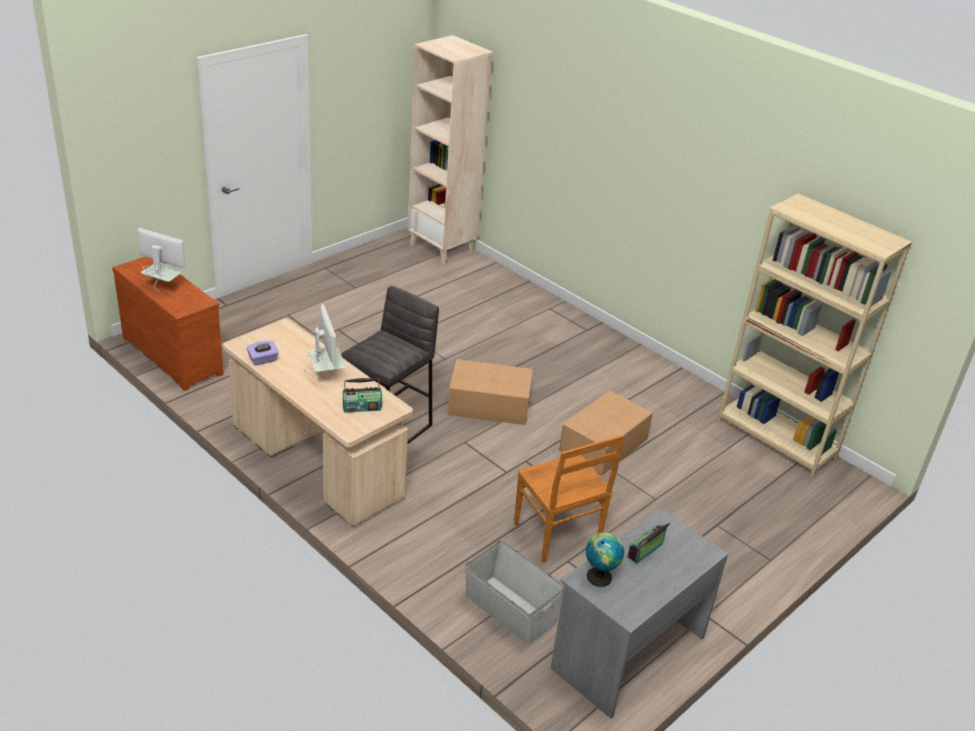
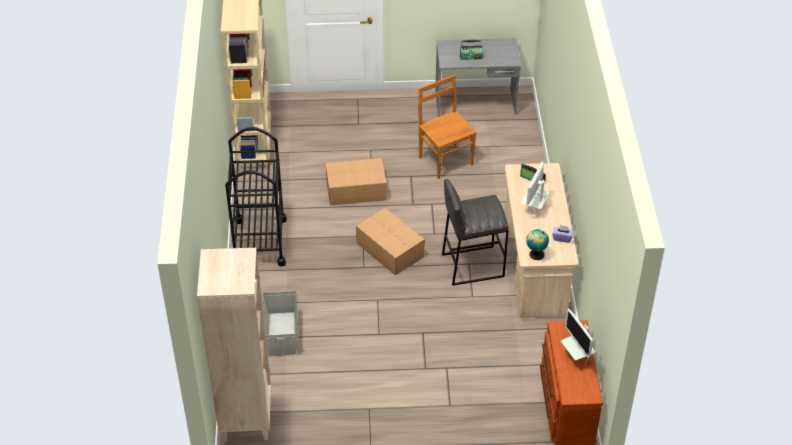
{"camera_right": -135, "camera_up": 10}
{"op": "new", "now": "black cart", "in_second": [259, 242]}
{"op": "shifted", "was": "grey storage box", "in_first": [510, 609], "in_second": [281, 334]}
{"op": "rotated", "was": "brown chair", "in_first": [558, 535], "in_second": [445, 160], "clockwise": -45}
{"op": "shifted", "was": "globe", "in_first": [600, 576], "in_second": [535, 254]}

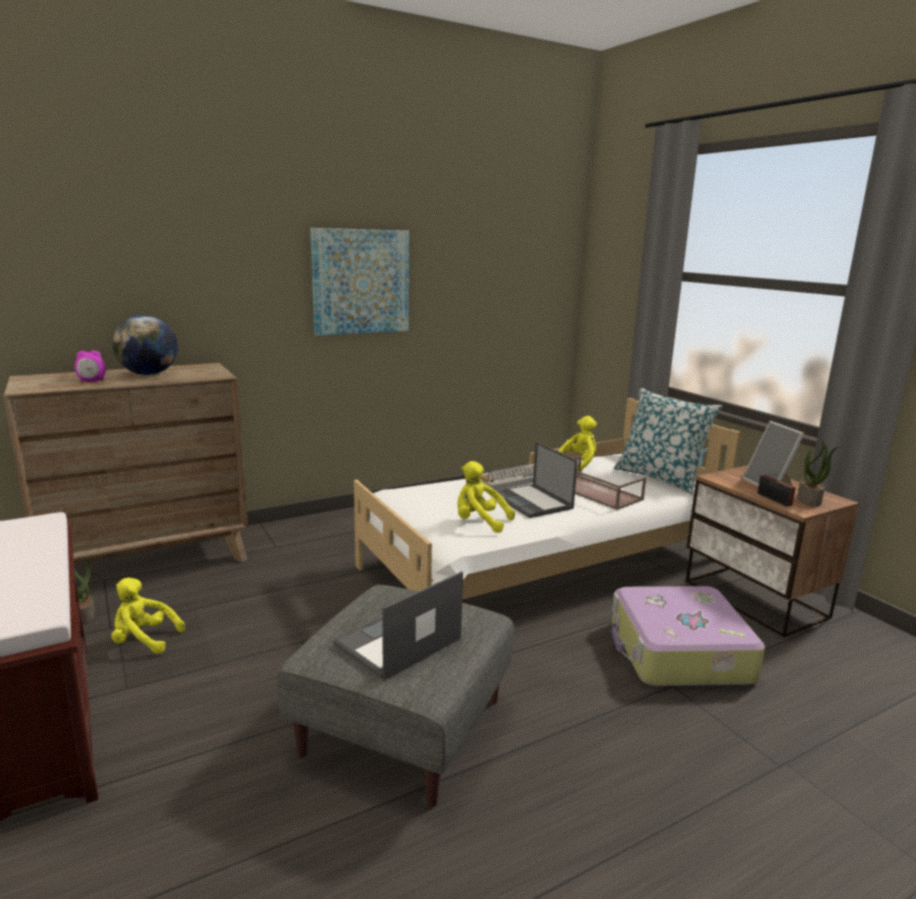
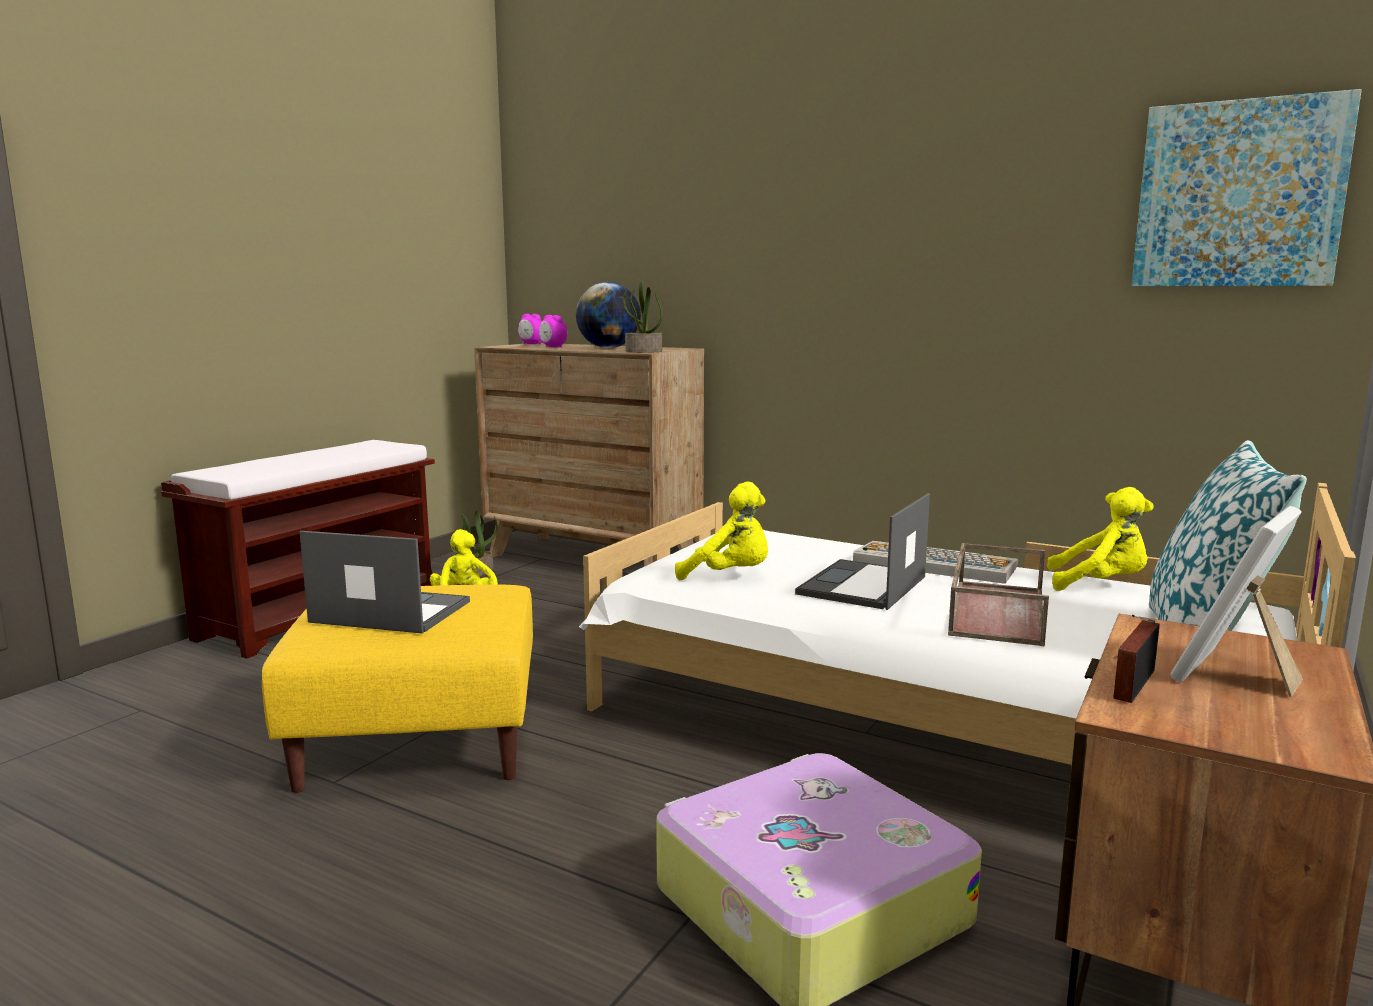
{"camera_right": 60, "camera_up": -5}
{"op": "repainted", "was": "grey ottoman", "now": "yellow ottoman", "in_first": [404, 727], "in_second": [418, 740]}
{"op": "new", "now": "alarm clock", "in_second": [531, 344]}
{"op": "shifted", "was": "potted plant", "in_first": [810, 500], "in_second": [643, 351]}
{"op": "rotated", "was": "yellow plush toy", "in_first": [479, 522], "in_second": [730, 576], "clockwise": 120}
{"op": "shifted", "was": "picture", "in_first": [360, 281], "in_second": [1238, 195]}

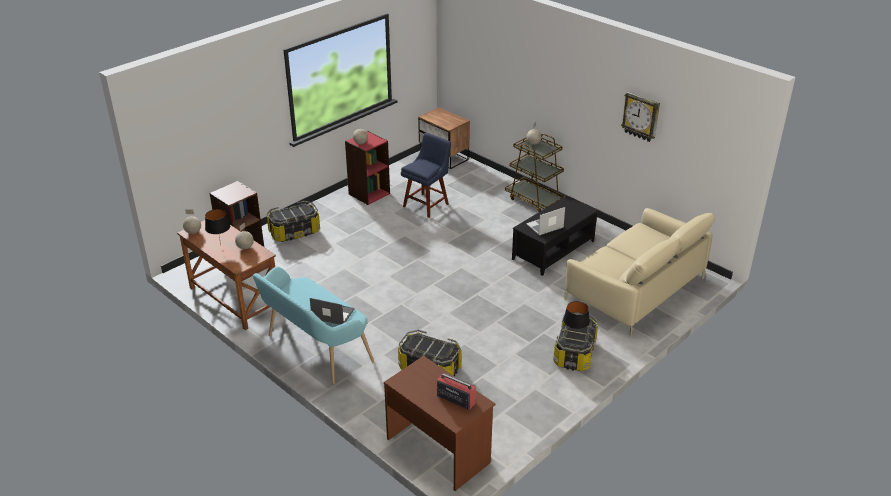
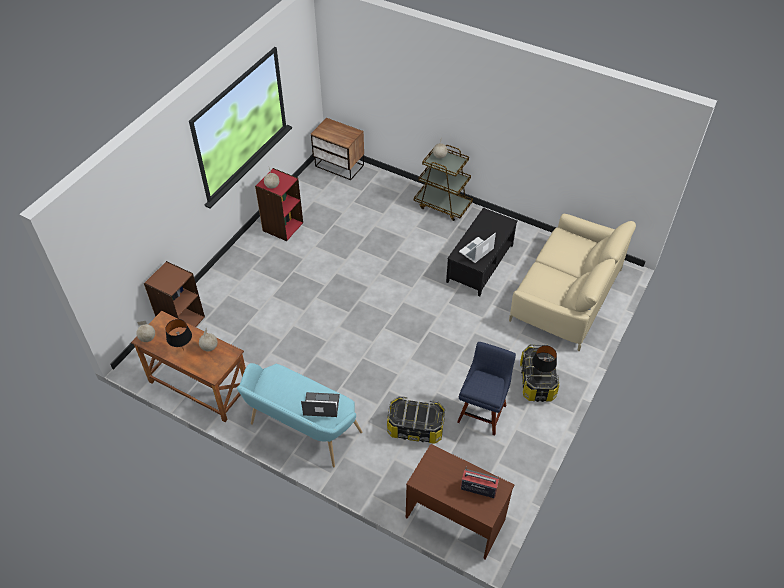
{"camera_right": -15, "camera_up": 15}
{"op": "shifted", "was": "blue chair", "in_first": [427, 204], "in_second": [482, 411]}
{"op": "gone", "was": "storage box", "in_first": [294, 232]}
{"op": "gone", "was": "wall clock", "in_first": [641, 116]}

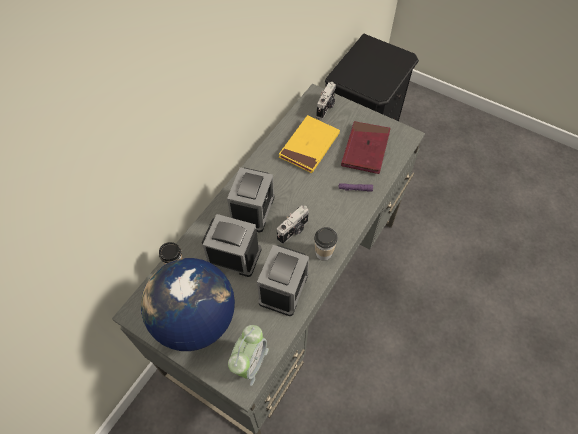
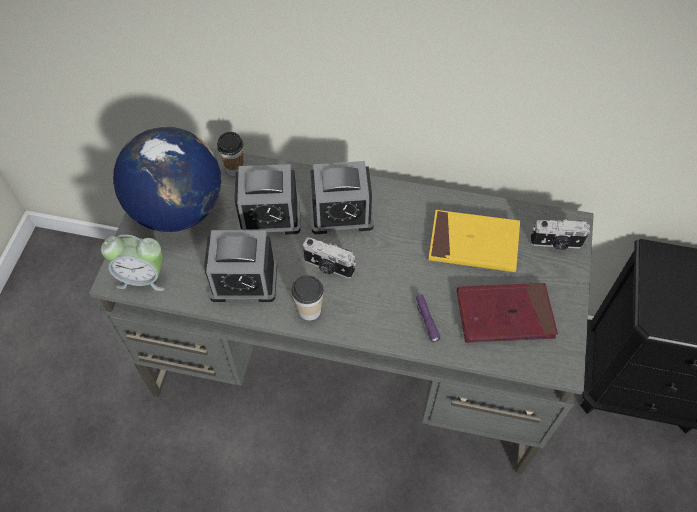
{"camera_right": 70, "camera_up": 0}
{"op": "rotated", "was": "alarm clock", "in_first": [233, 256], "in_second": [269, 216], "clockwise": 90}

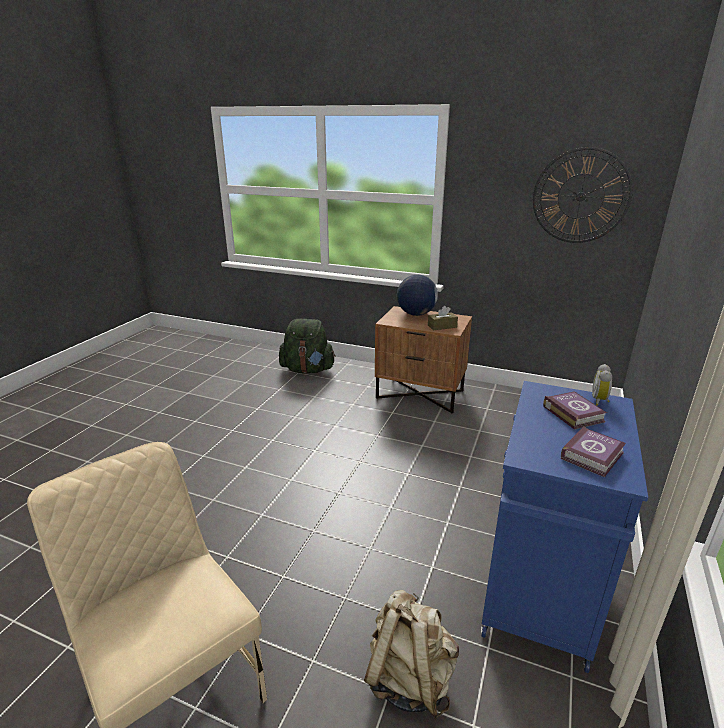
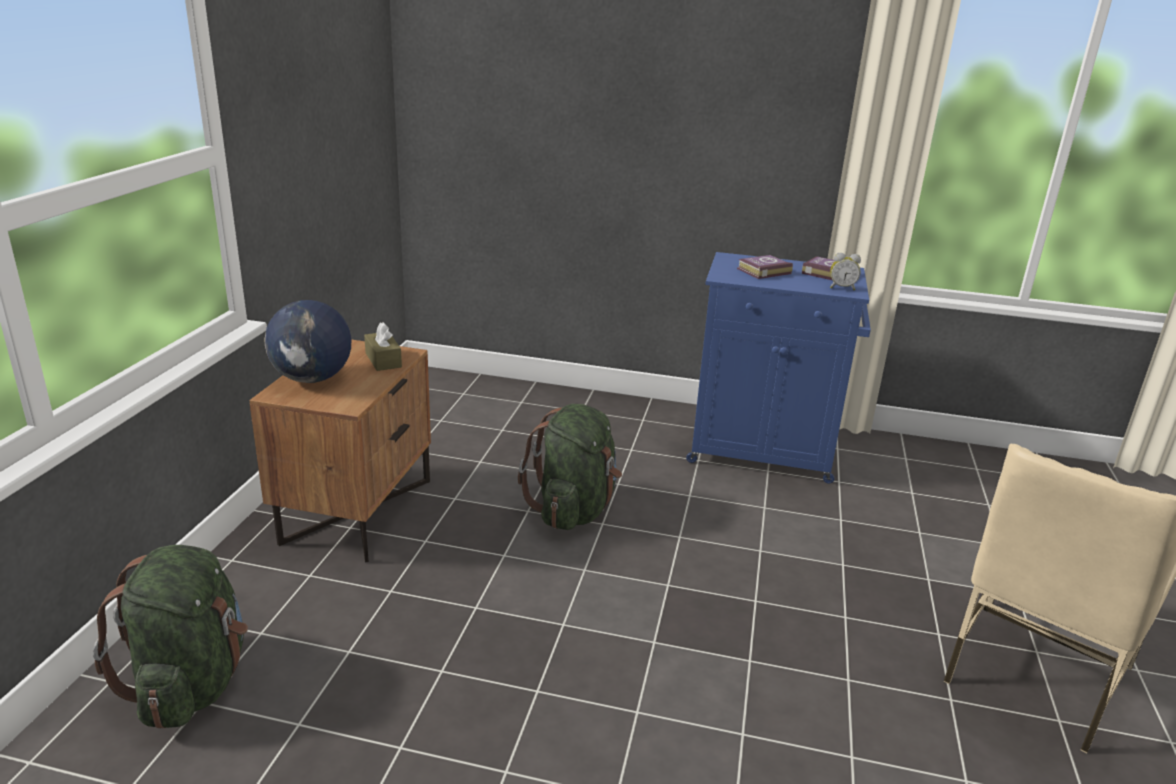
{"camera_right": -100, "camera_up": 0}
{"op": "new", "now": "green backpack", "in_second": [574, 510]}
{"op": "shifted", "was": "alarm clock", "in_first": [600, 401], "in_second": [842, 288]}
{"op": "gone", "was": "beige backpack", "in_first": [409, 678]}
{"op": "gone", "was": "wall clock", "in_first": [580, 196]}

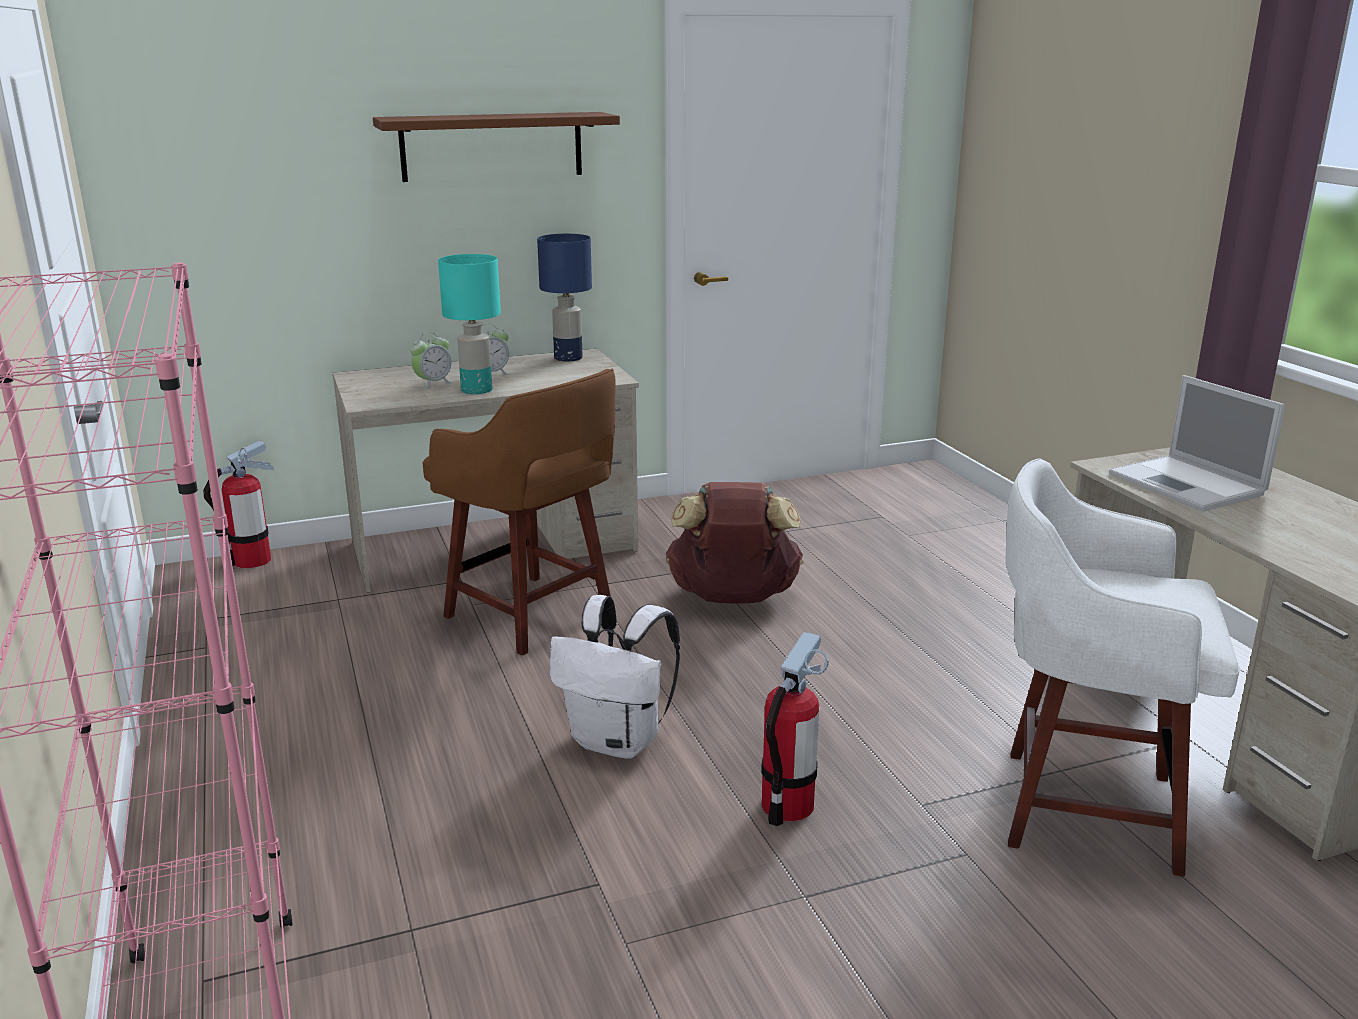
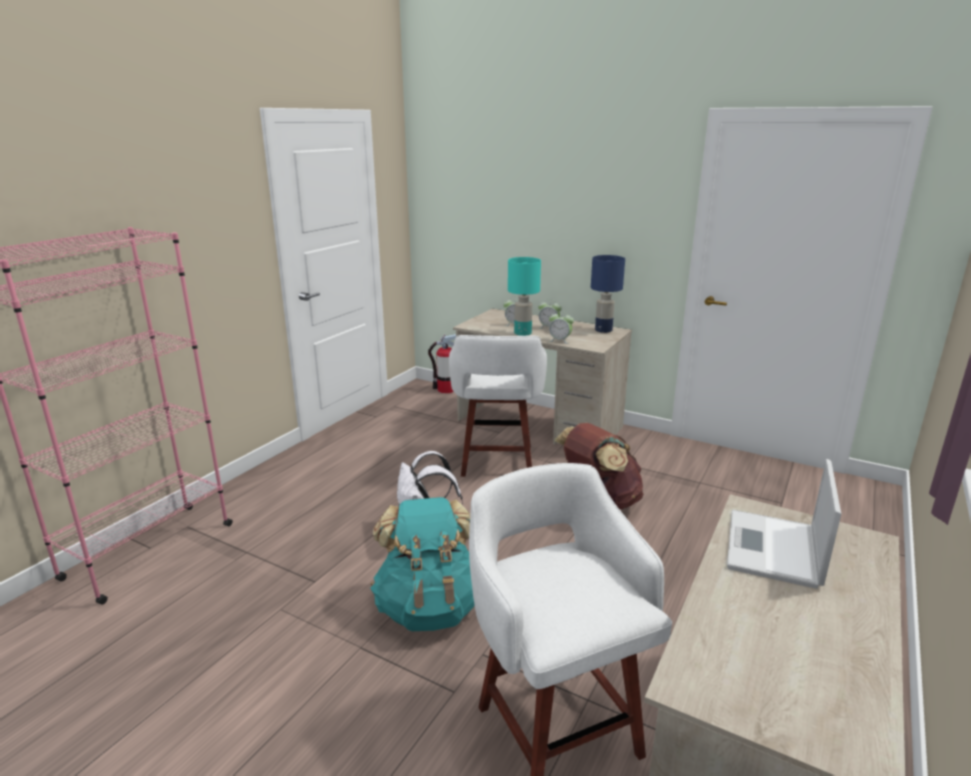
{"camera_right": 50, "camera_up": 0}
{"op": "swapped", "was": "fire extinguisher", "now": "turquoise backpack", "in_first": [787, 805], "in_second": [430, 607]}
{"op": "repainted", "was": "brown stool", "now": "white stool", "in_first": [533, 616], "in_second": [497, 462]}
{"op": "new", "now": "alarm clock", "in_second": [560, 341]}
{"op": "gone", "was": "brown shelf", "in_first": [492, 146]}

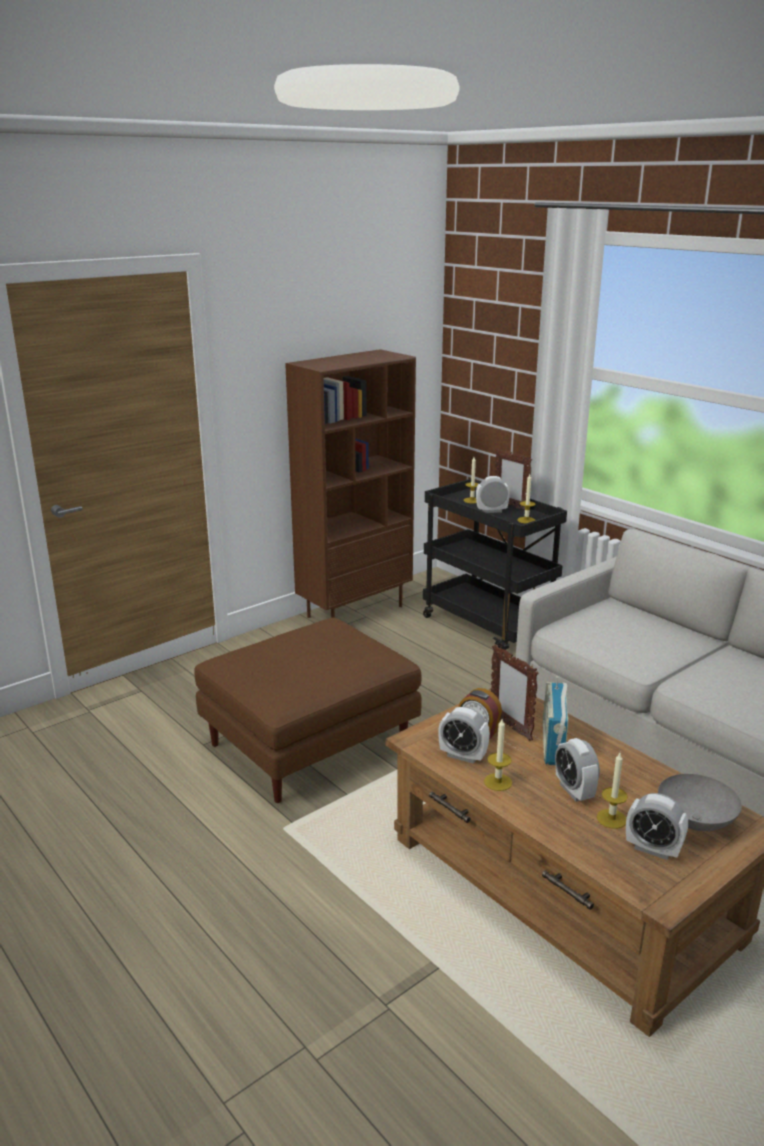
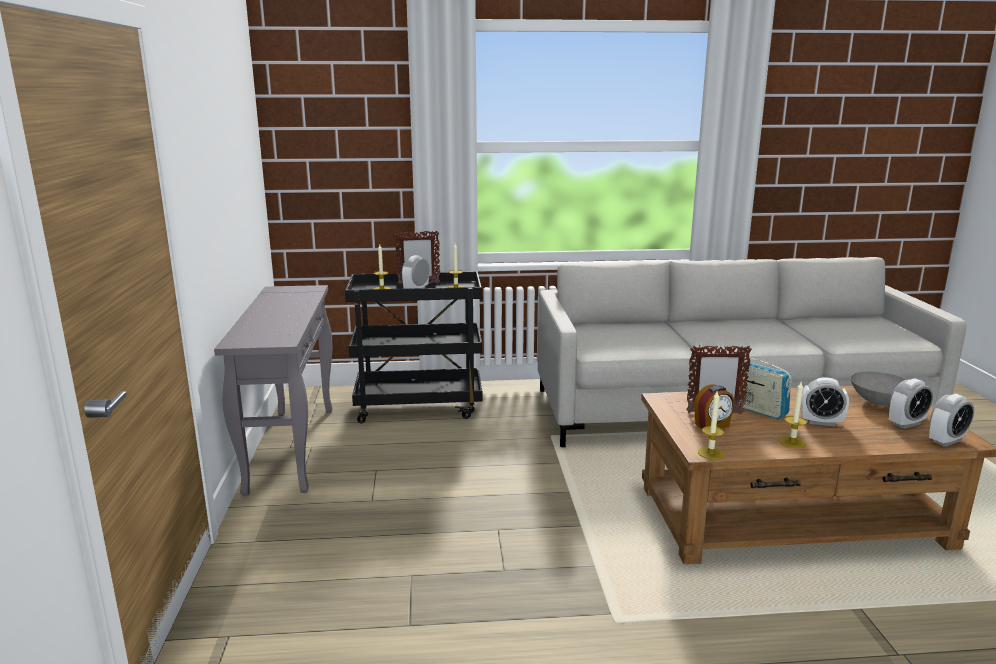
{"camera_right": -55, "camera_up": -5}
{"op": "swapped", "was": "brown bookcase", "now": "grey console table", "in_first": [355, 611], "in_second": [291, 447]}
{"op": "shifted", "was": "candle", "in_first": [611, 819], "in_second": [710, 453]}
{"op": "shifted", "was": "alarm clock", "in_first": [462, 756], "in_second": [946, 441]}
{"op": "gone", "was": "brown ottoman", "in_first": [311, 742]}

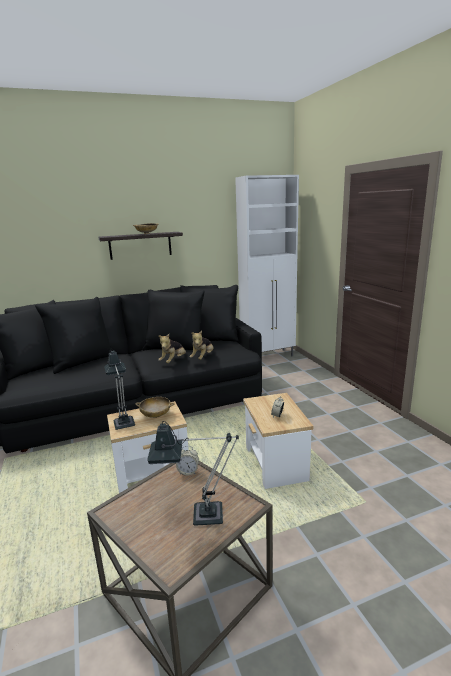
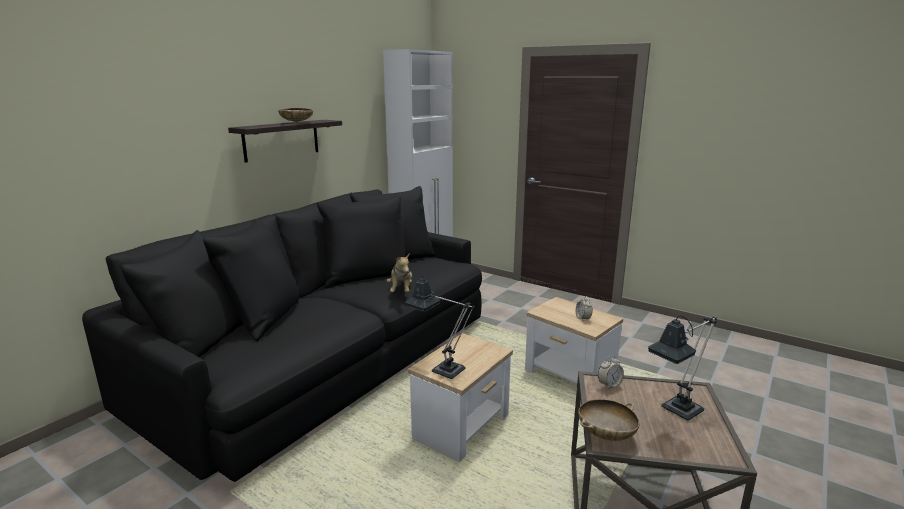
{"camera_right": -35, "camera_up": 0}
{"op": "shifted", "was": "beige bowl", "in_first": [156, 415], "in_second": [606, 434]}
{"op": "gone", "was": "plush toy", "in_first": [203, 357]}

